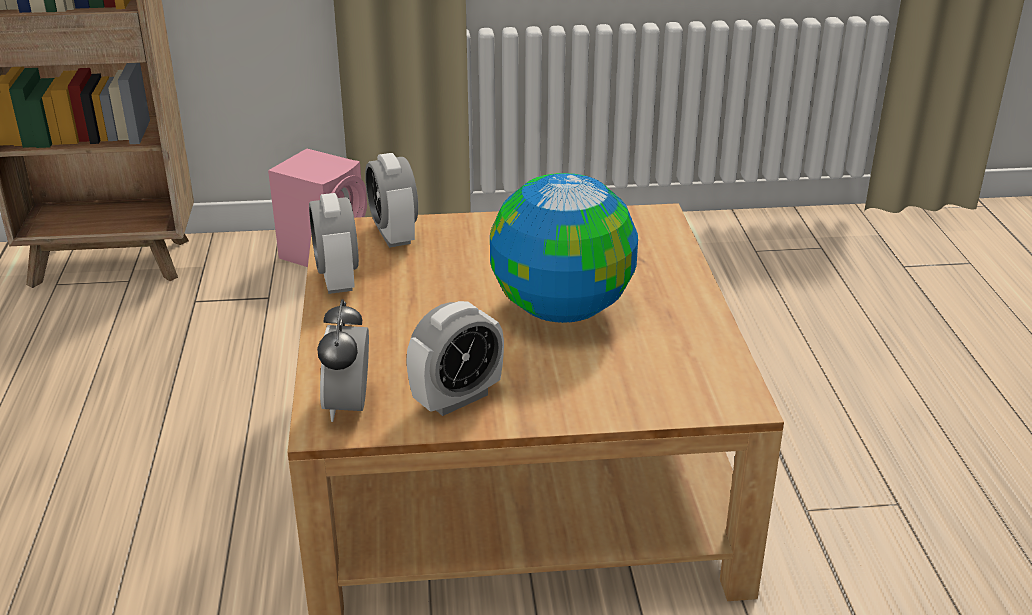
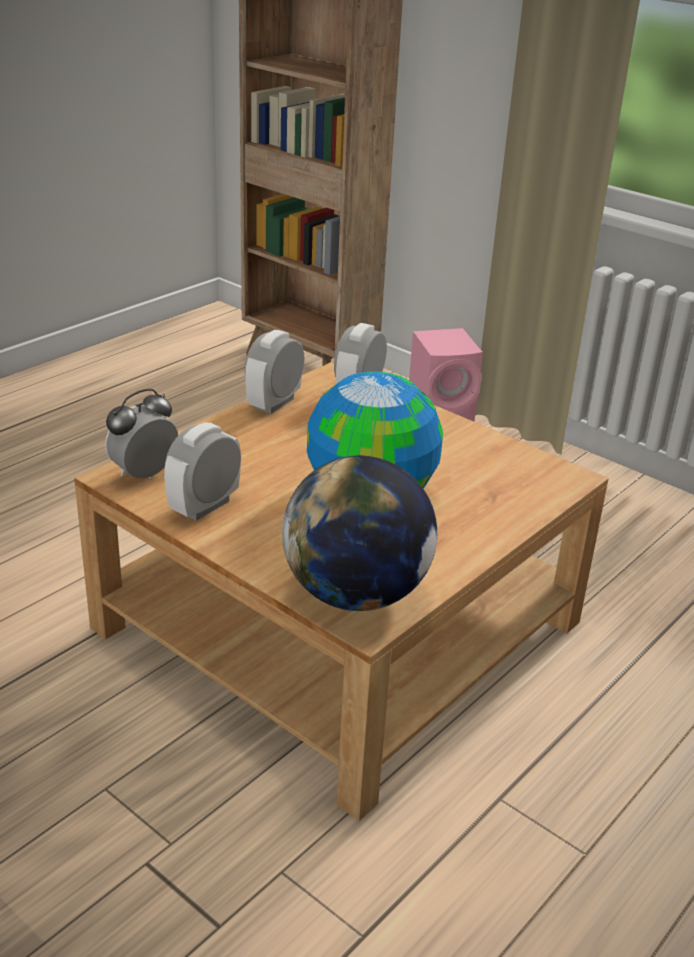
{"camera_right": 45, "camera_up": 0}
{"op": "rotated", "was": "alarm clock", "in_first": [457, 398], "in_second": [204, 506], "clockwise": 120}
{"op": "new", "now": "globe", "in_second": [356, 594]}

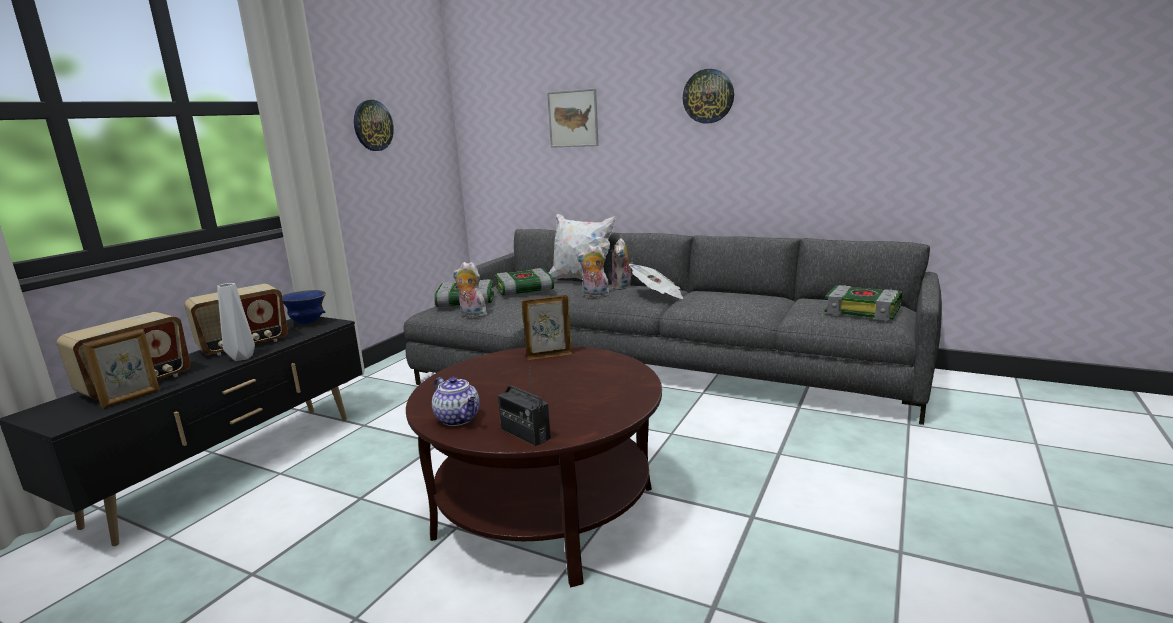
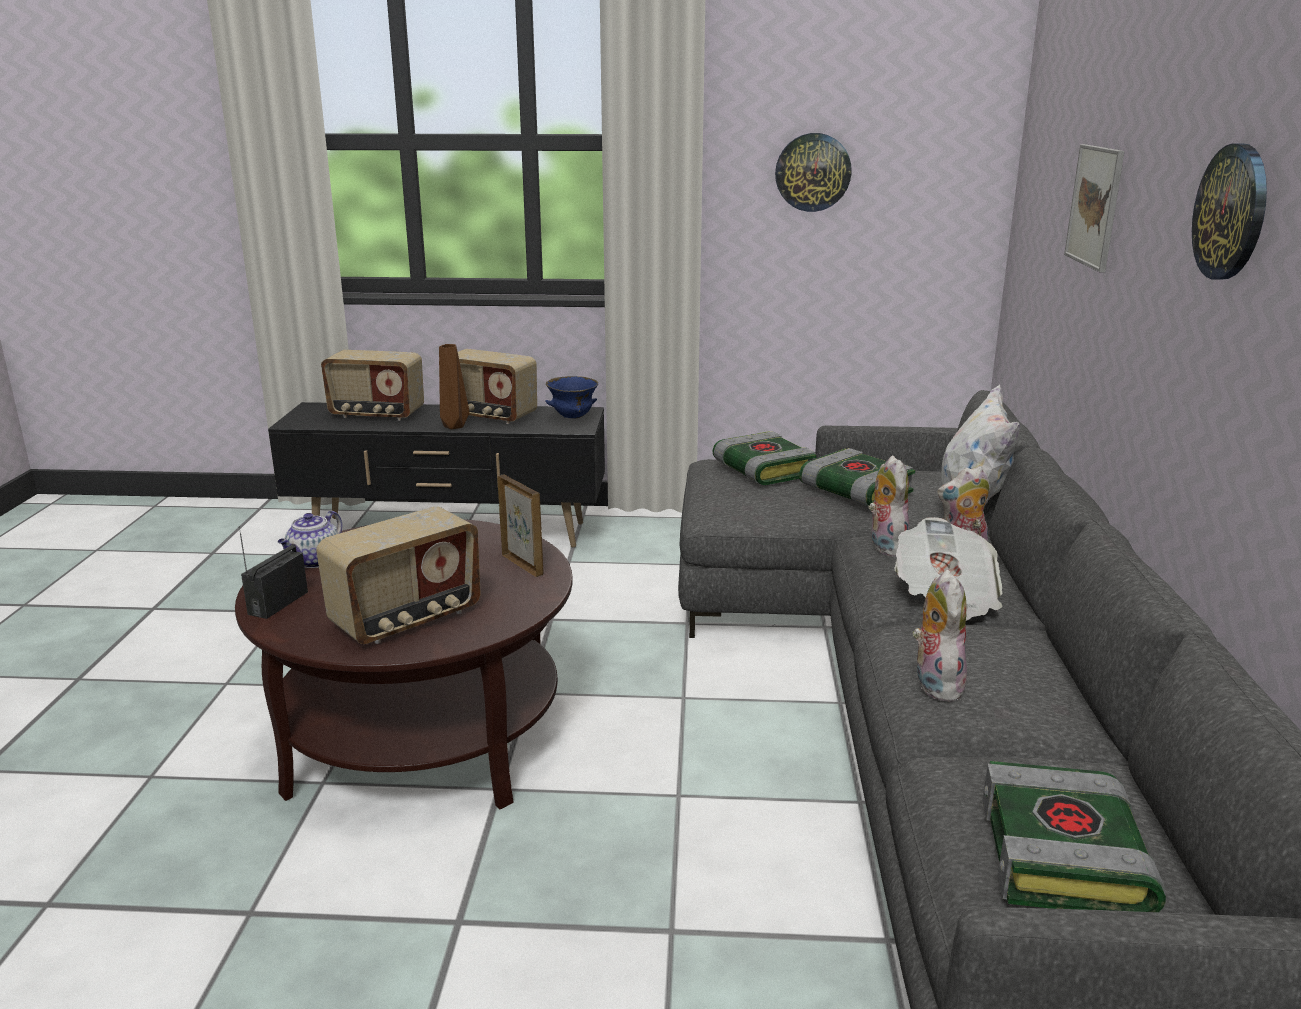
{"camera_right": 65, "camera_up": 5}
{"op": "new", "now": "radio", "in_second": [407, 619]}
{"op": "repainted", "was": "grey vase", "now": "brown vase", "in_first": [240, 358], "in_second": [453, 426]}
{"op": "shifted", "was": "plush toy", "in_first": [471, 315], "in_second": [934, 684]}
{"op": "gone", "was": "picture frame", "in_first": [132, 399]}

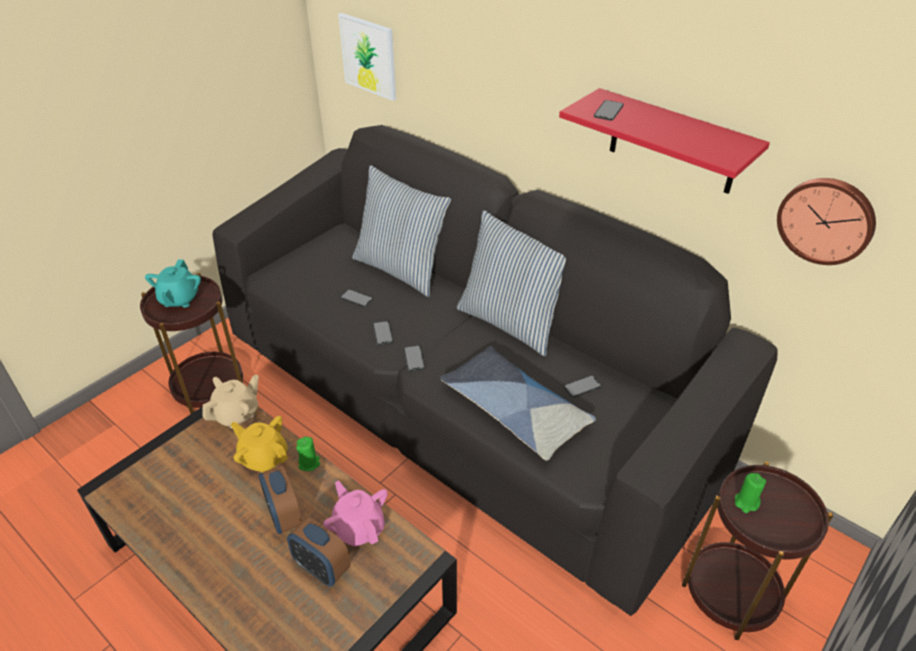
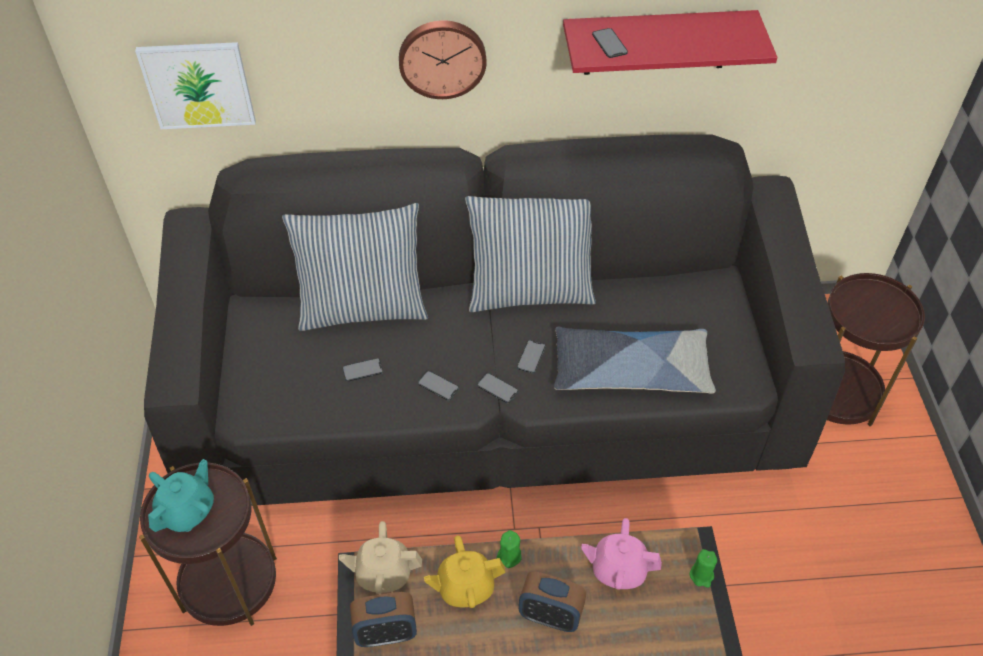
{"camera_right": -45, "camera_up": 10}
{"op": "rotated", "was": "turquoise teapot", "in_first": [179, 299], "in_second": [187, 511], "clockwise": -105}
{"op": "rotated", "was": "beige teapot", "in_first": [236, 414], "in_second": [383, 573], "clockwise": -90}
{"op": "shifted", "was": "alarm clock", "in_first": [322, 568], "in_second": [386, 632]}
{"op": "shifted", "was": "wall clock", "in_first": [826, 220], "in_second": [442, 57]}
{"op": "shifted", "was": "phone", "in_first": [582, 386], "in_second": [531, 356]}
{"op": "shifted", "was": "green candle", "in_first": [746, 502], "in_second": [701, 575]}

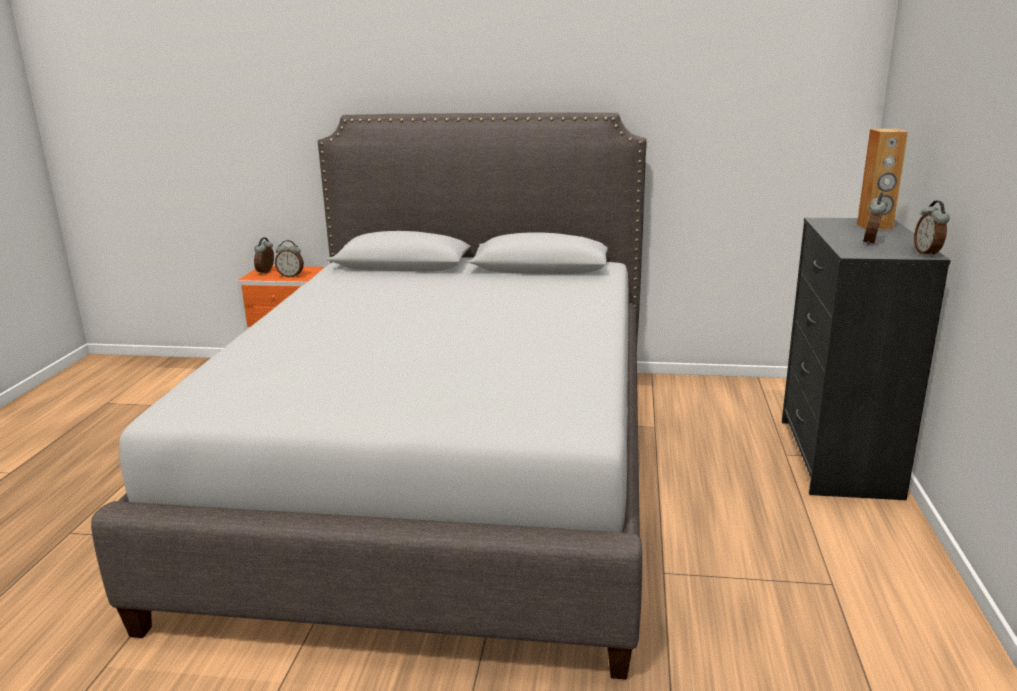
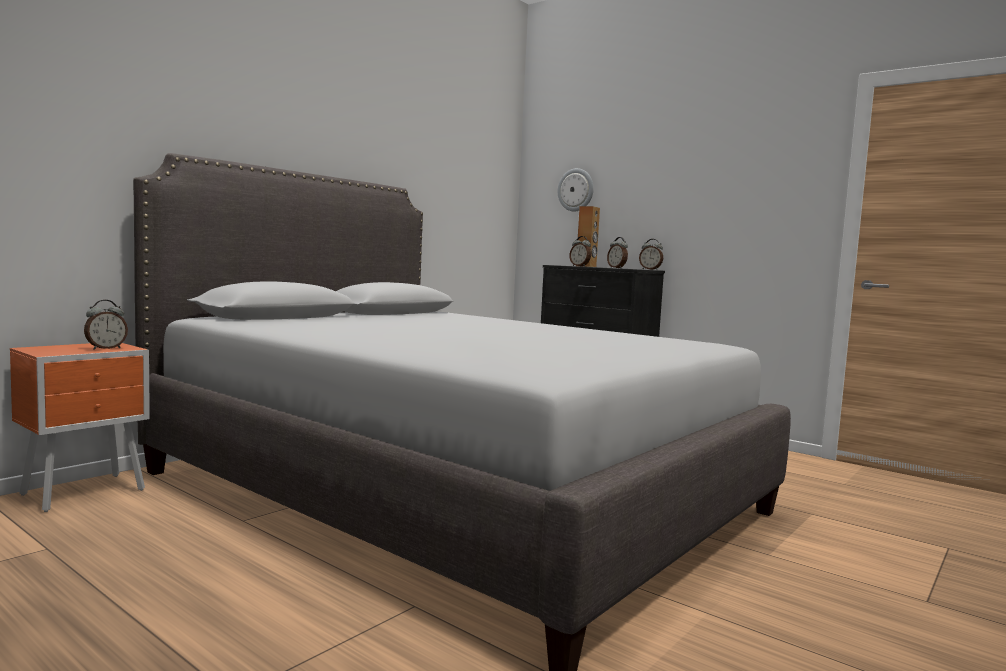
{"camera_right": -60, "camera_up": -15}
{"op": "new", "now": "wall clock", "in_second": [576, 190]}
{"op": "shifted", "was": "alarm clock", "in_first": [266, 272], "in_second": [580, 266]}

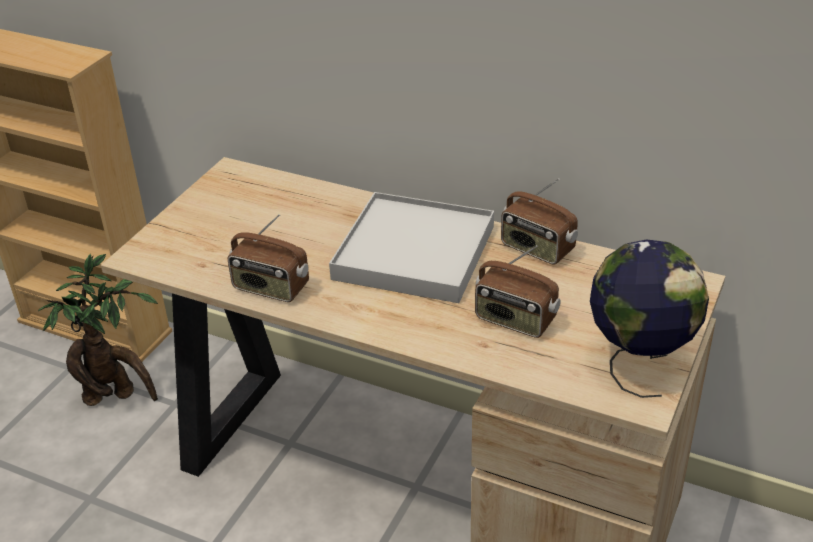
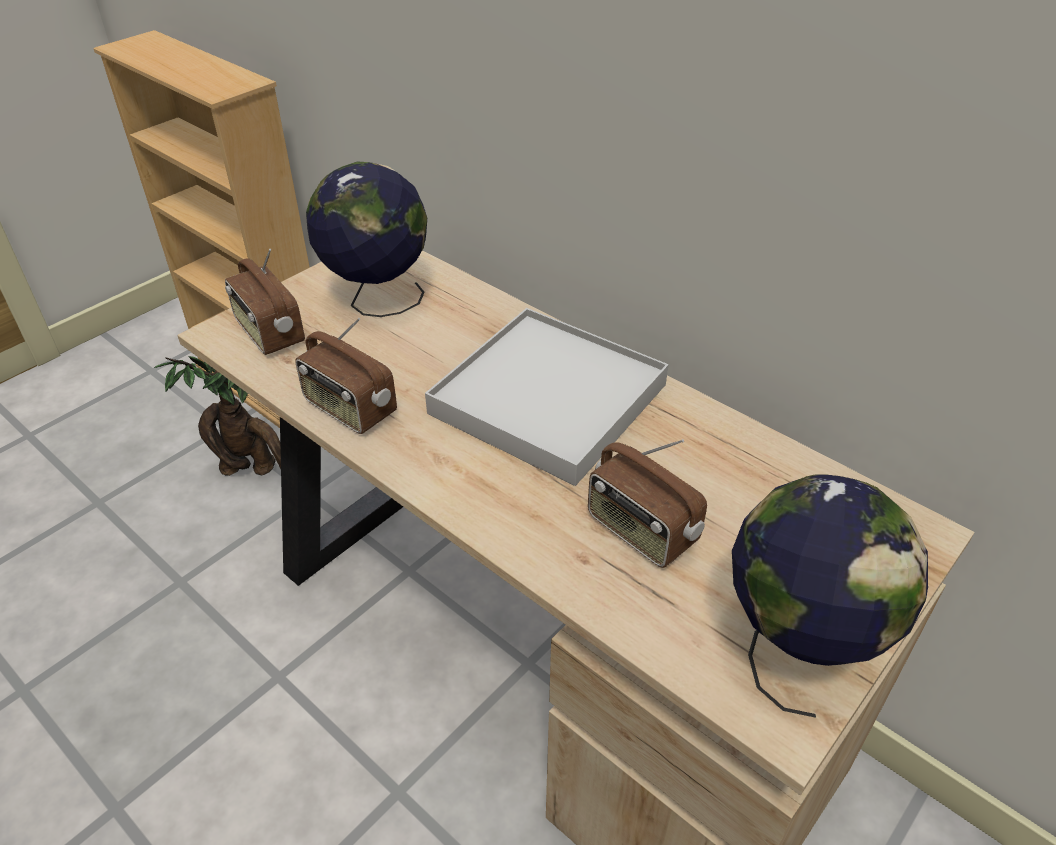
{"camera_right": 15, "camera_up": 5}
{"op": "shifted", "was": "radio", "in_first": [536, 249], "in_second": [269, 333]}
{"op": "new", "now": "globe", "in_second": [377, 300]}

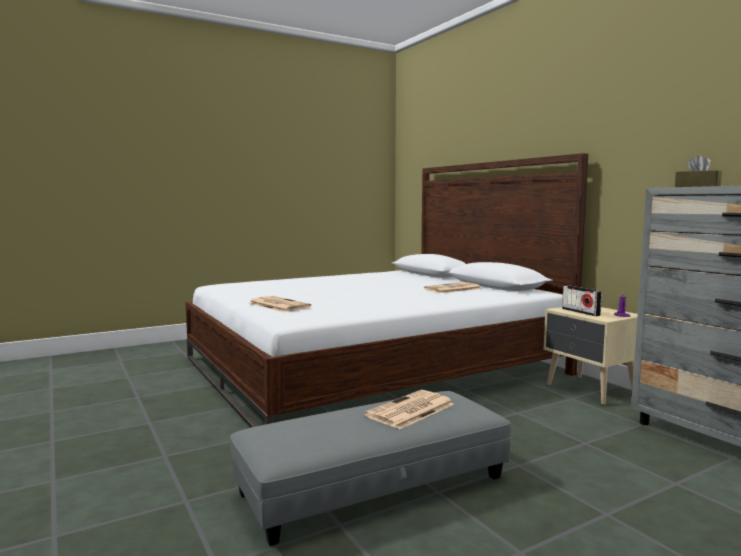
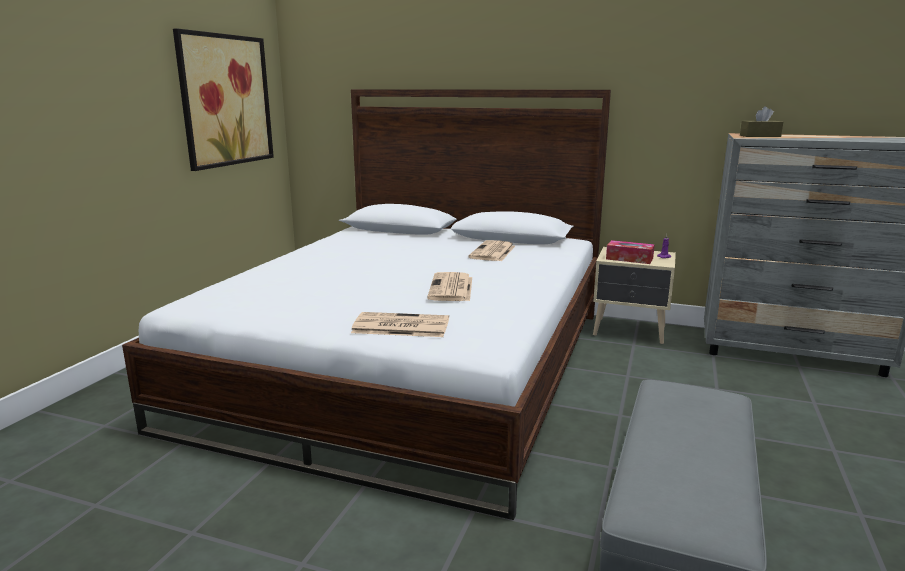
{"camera_right": -40, "camera_up": 10}
{"op": "new", "now": "picture", "in_second": [226, 100]}
{"op": "shifted", "was": "newspaper", "in_first": [410, 410], "in_second": [451, 288]}
{"op": "swapped", "was": "radio", "now": "tissue box", "in_first": [580, 312], "in_second": [629, 259]}

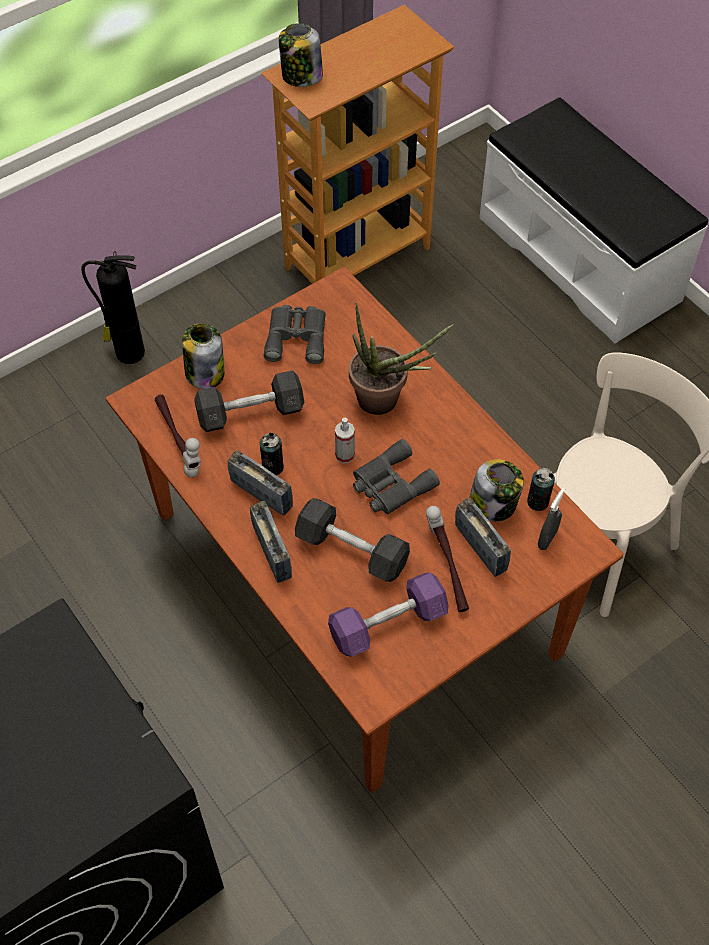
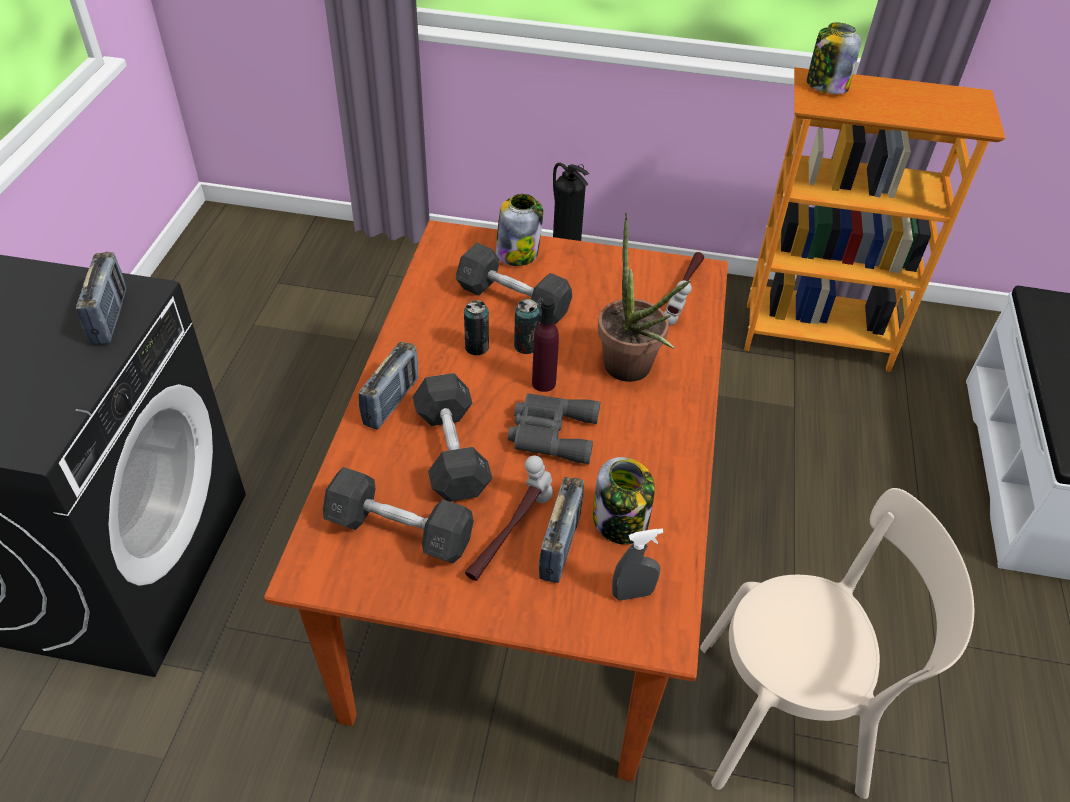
{"camera_right": 45, "camera_up": -10}
{"op": "shifted", "was": "radio", "in_first": [261, 494], "in_second": [110, 317]}
{"op": "repainted", "was": "purple dumbbell", "now": "grey dumbbell", "in_first": [388, 624], "in_second": [400, 531]}
{"op": "shifted", "was": "can", "in_first": [538, 502], "in_second": [526, 346]}
{"op": "swapped", "was": "spray bottle", "now": "purple bottle", "in_first": [345, 455], "in_second": [543, 383]}
{"op": "shifted", "was": "hammer", "in_first": [178, 439], "in_second": [684, 294]}
{"op": "gone", "was": "grey binoculars", "in_first": [297, 336]}

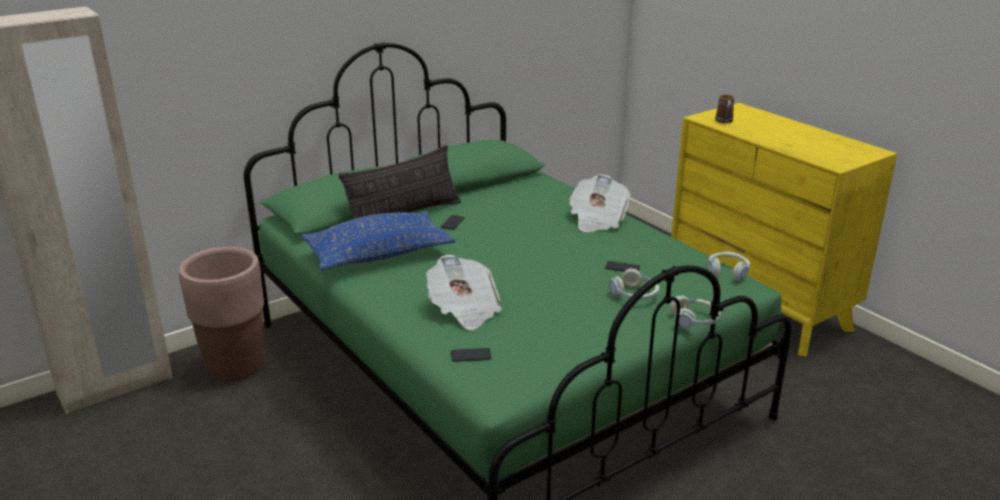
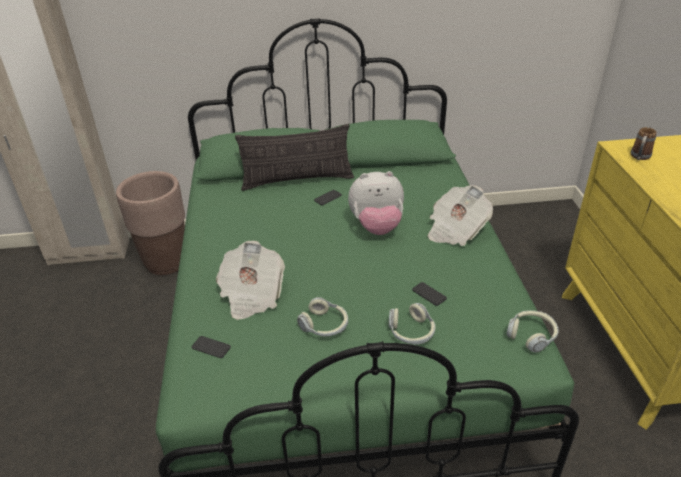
{"camera_right": 30, "camera_up": 10}
{"op": "shifted", "was": "headphones", "in_first": [695, 321], "in_second": [325, 326]}
{"op": "new", "now": "plush toy", "in_second": [376, 227]}
{"op": "gone", "was": "blue pillow", "in_first": [379, 255]}

